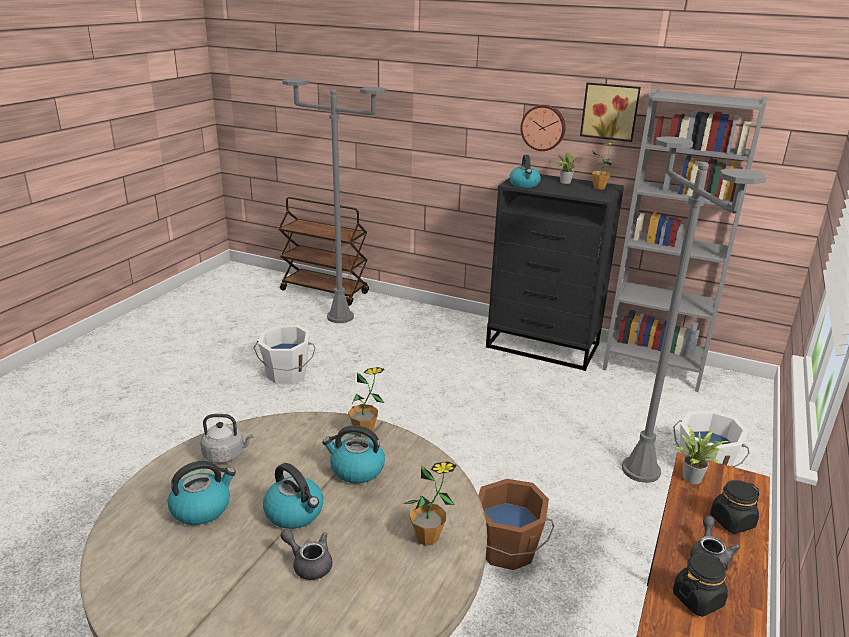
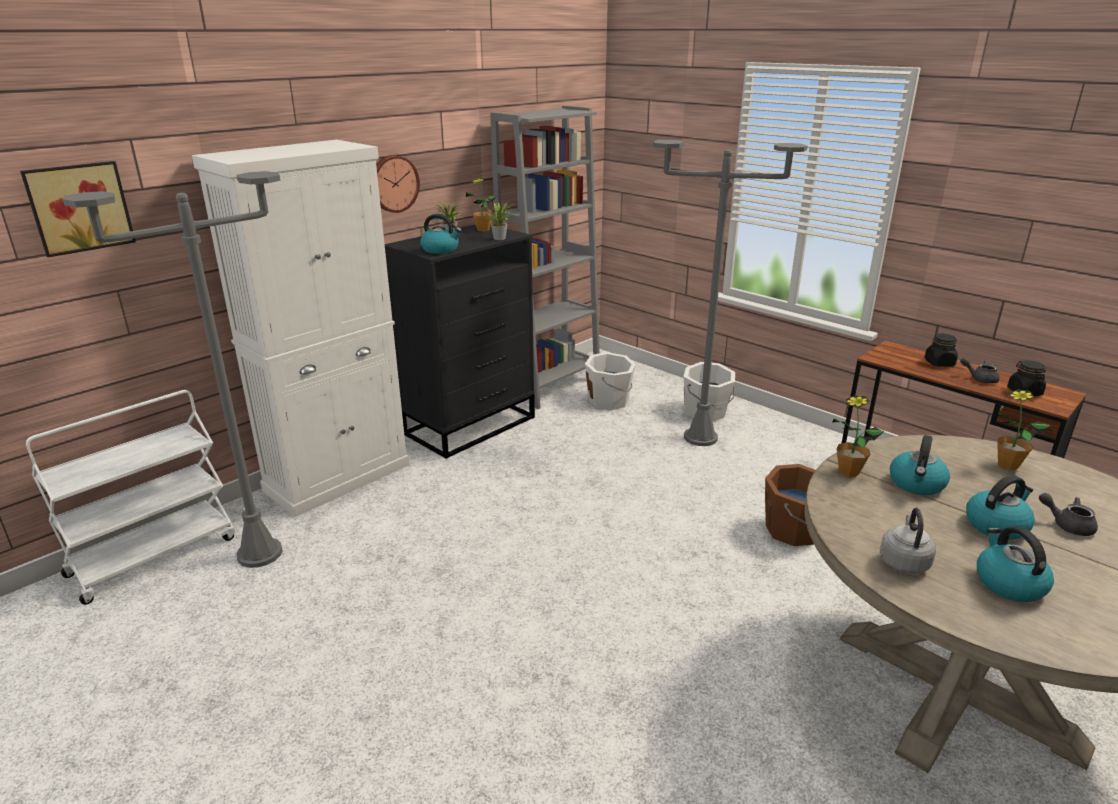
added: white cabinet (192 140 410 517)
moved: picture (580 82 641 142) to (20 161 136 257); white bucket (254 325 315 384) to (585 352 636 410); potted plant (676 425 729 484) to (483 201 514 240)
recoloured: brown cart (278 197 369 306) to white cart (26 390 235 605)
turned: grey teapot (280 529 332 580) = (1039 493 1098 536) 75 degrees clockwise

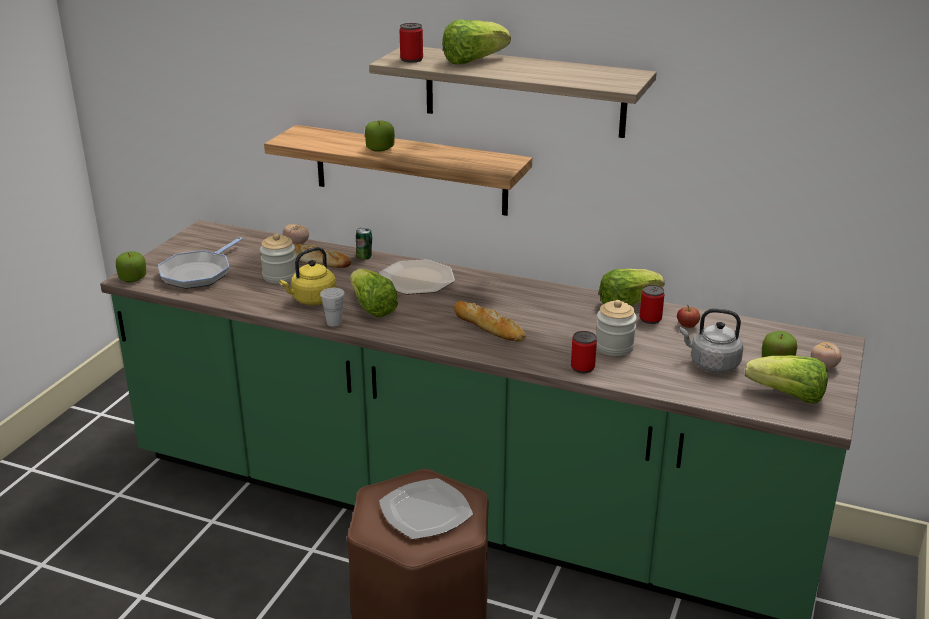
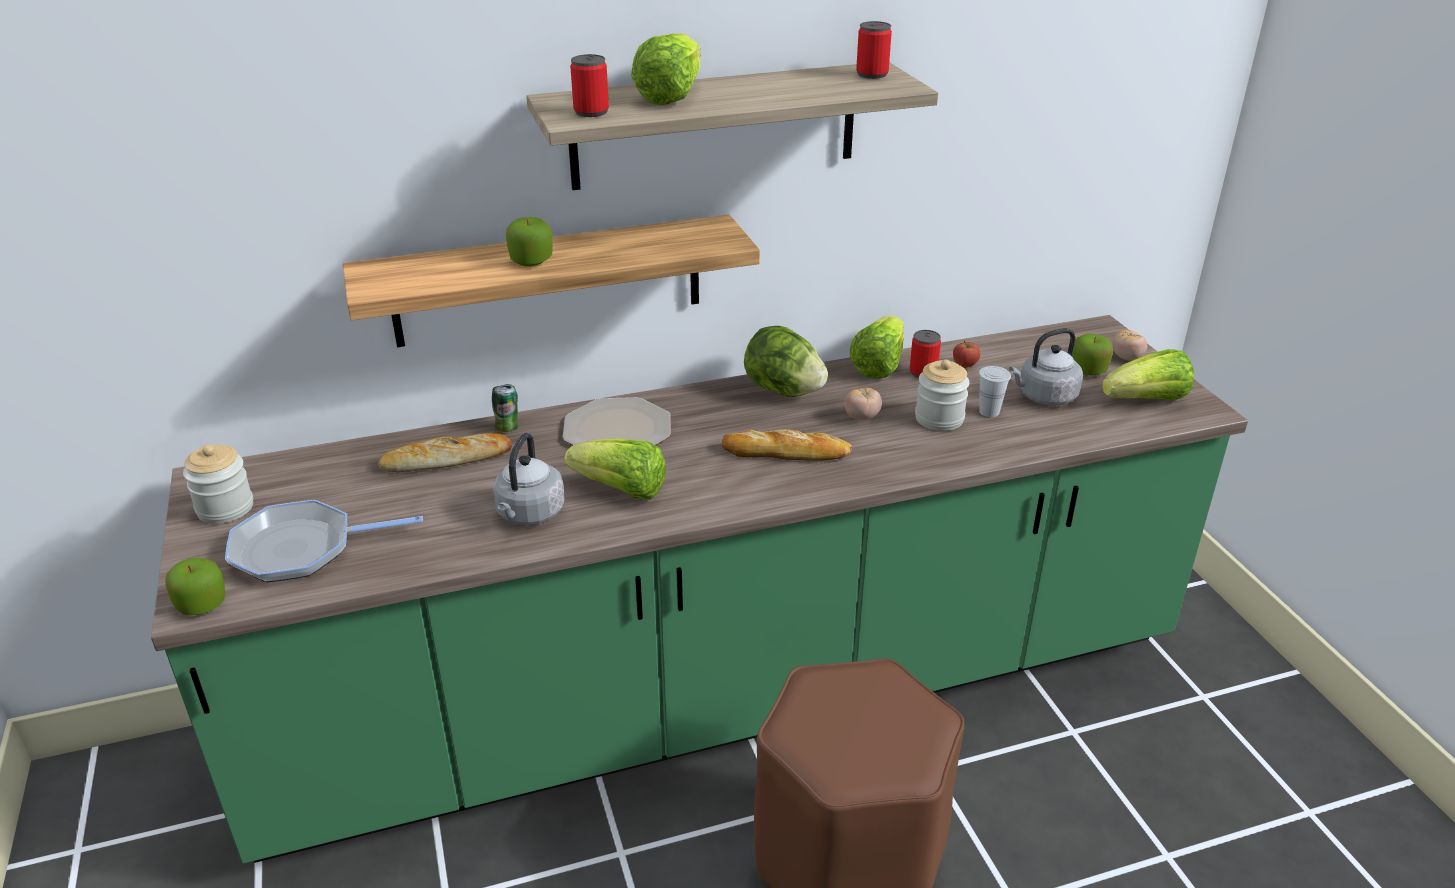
removed: plate (379 478 473 539)
added: lettuce (744 326 828 397)
moved: tomato (283 224 309 244) to (844 388 882 420); jar (260 233 296 284) to (183 444 253 524); white cup (320 288 345 327) to (978 366 1011 417); can (571 331 597 373) to (856 21 892 79)
recoloured: yellow kettle (279 247 336 305) to grey kettle (493 433 565 525)
turned: frying pan (158 237 242 289) = (225 500 423 583) 90 degrees clockwise

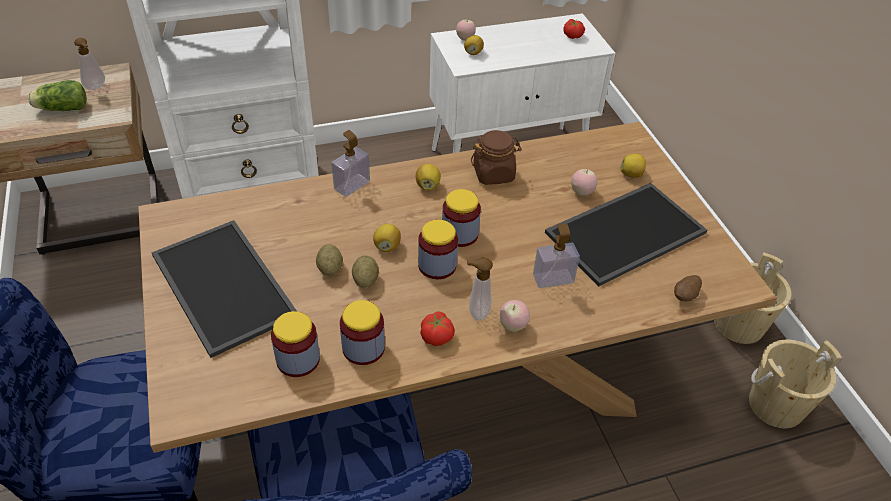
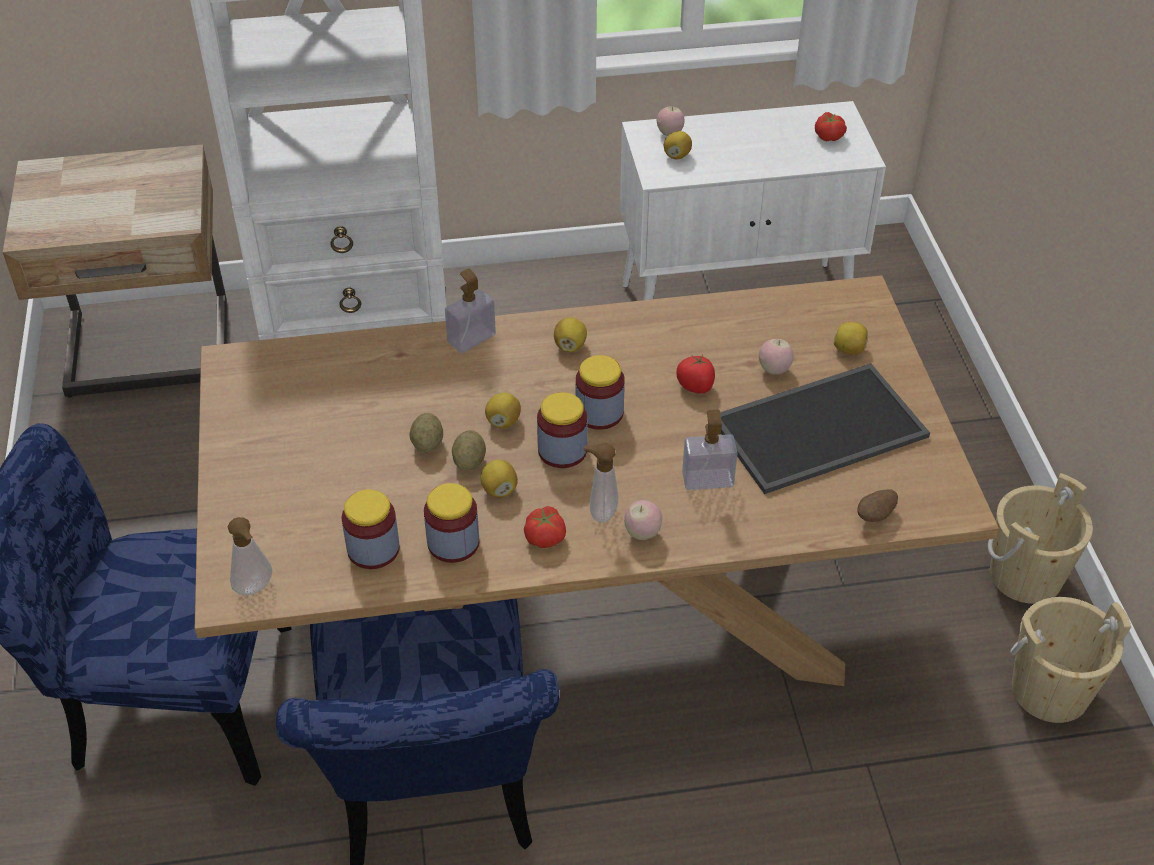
removed: lettuce (28 80 87 111); brown jar (471 130 522 185); tray (152 220 297 358)
added: tomato (676 355 715 394); lemon (481 460 518 497)
moved: soap dispenser (74 38 105 90) to (228 517 273 595)

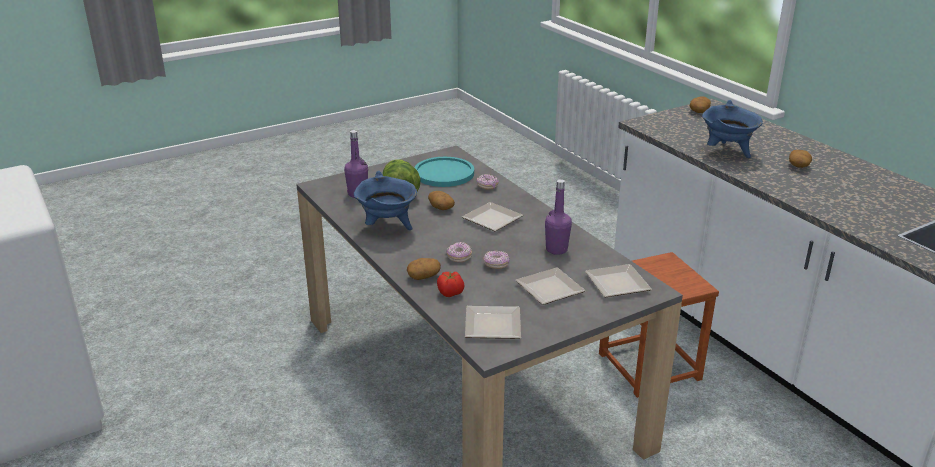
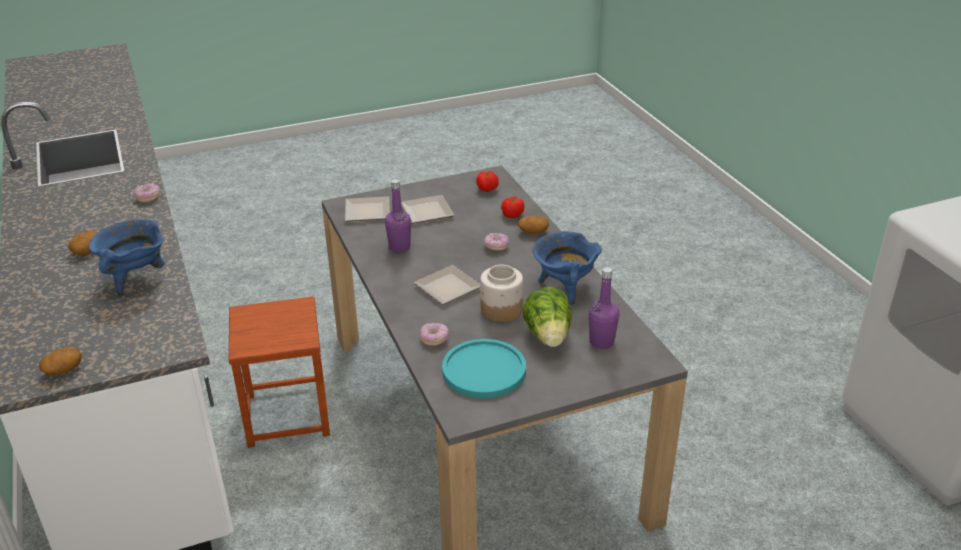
moved: donut (484 251 509 269) to (134 183 160 203)
replaced: potato (428 191 455 210) to jar (480 265 523 322); plate (465 306 521 339) to tomato (476 171 499 192)

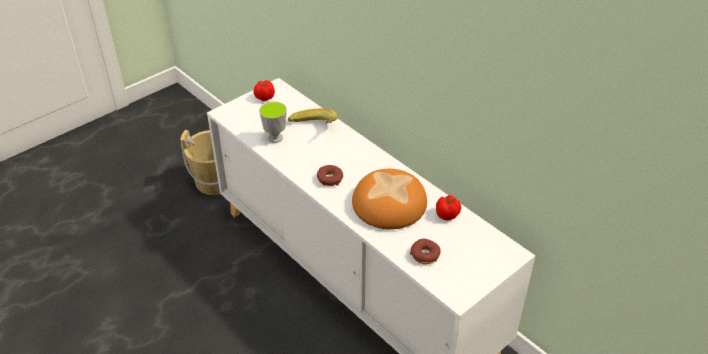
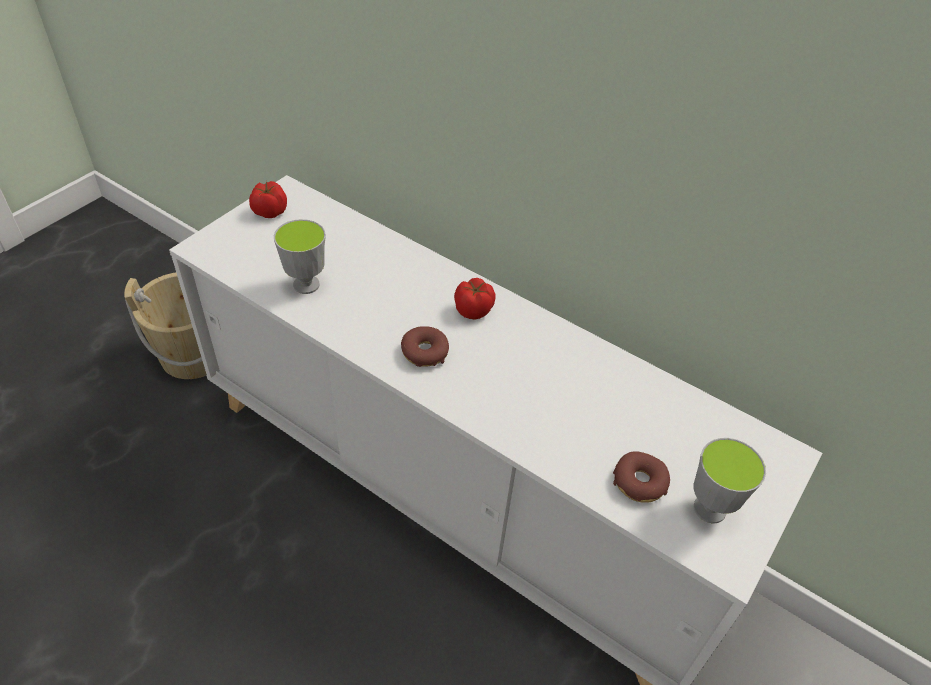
removed: banana (288 109 338 124); bread (352 169 427 229)
added: cup (694 438 766 523)
moved: tomato (436 195 461 221) to (454 278 496 320)

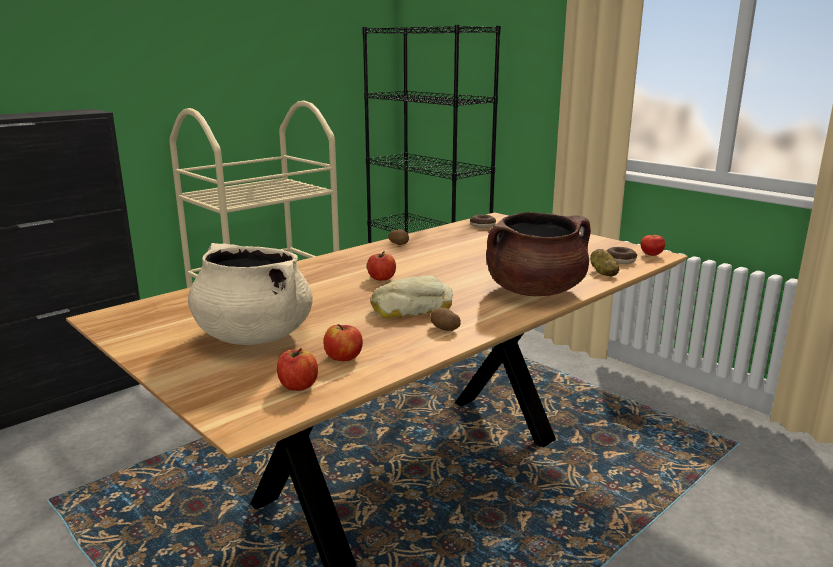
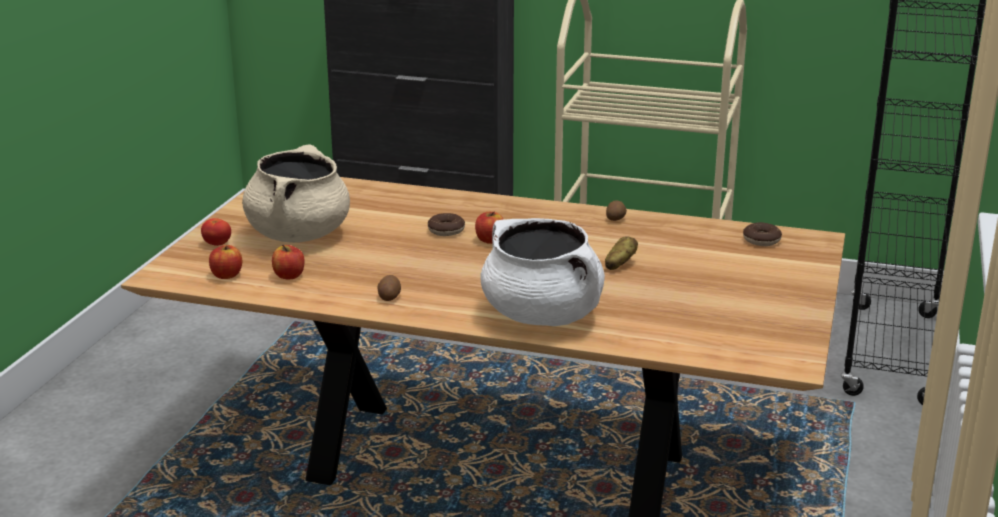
removed: bread (371 276 453 318)
moved: tomato (640 235 665 256) to (201 218 231 246); donut (606 247 637 264) to (428 213 465 236); potato (590 249 619 277) to (605 237 638 270)
recoloured: brown cooking pot (486 212 591 296) to white cooking pot (480 218 605 326)

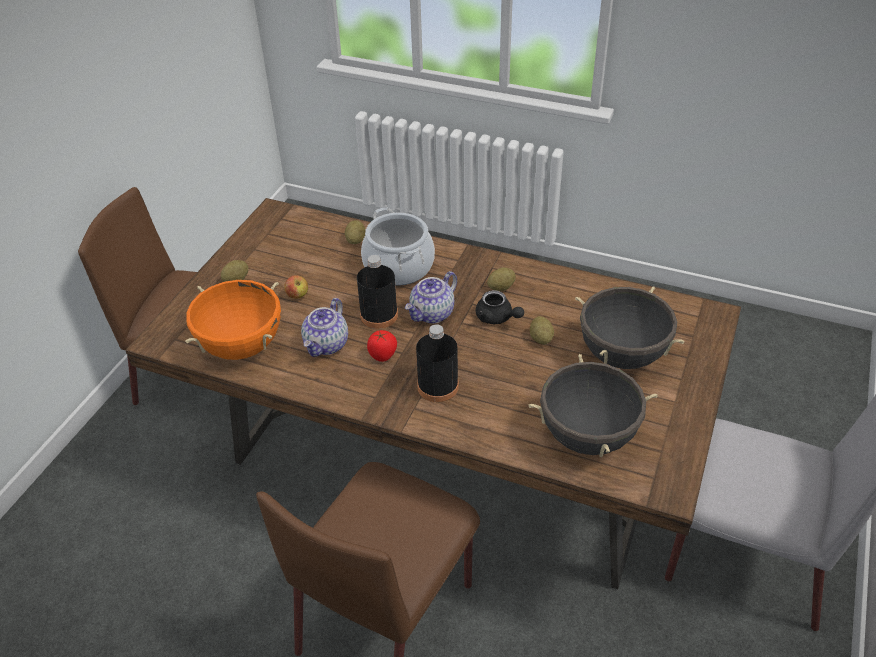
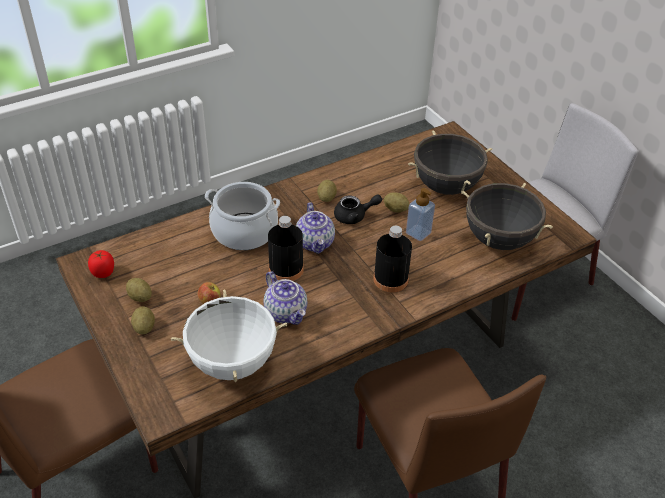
added: soap dispenser (406 188 435 241)
moved: potato (345 220 366 244) to (126 278 152 302); tomato (367 330 397 362) to (88 250 114 278)
recoloured: orange cooking pot (185 280 281 360) to white cooking pot (171 289 287 382)

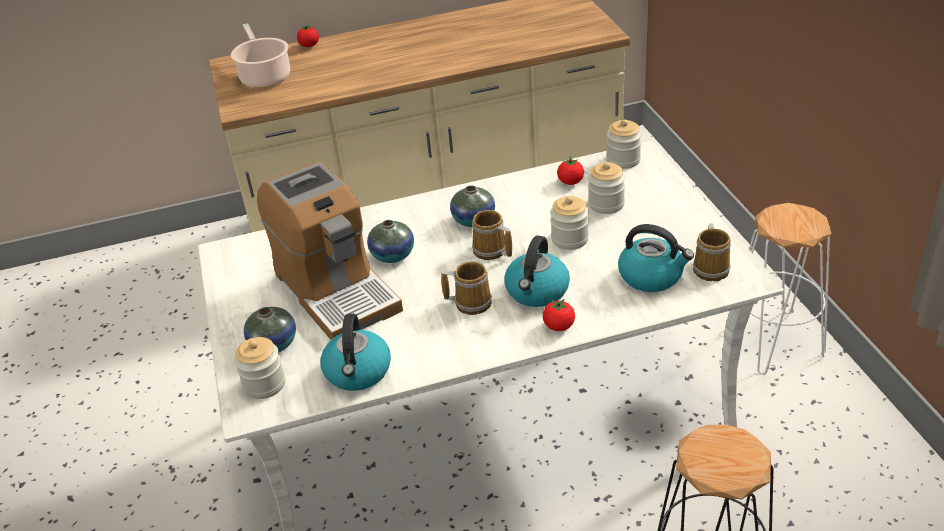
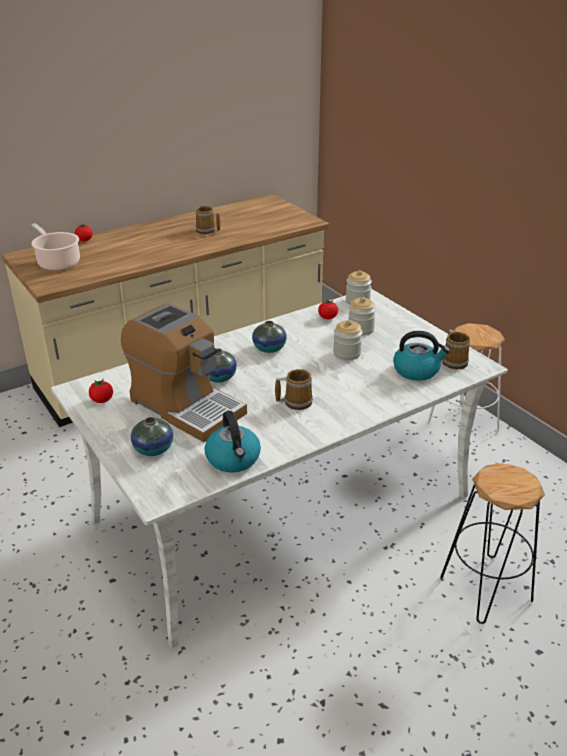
removed: kettle (504 235 570 307); jar (234 337 285 399)
moved: mug (472 210 512 260) to (195 206 220 234); tomato (543 299 575 331) to (89 379 113 403)

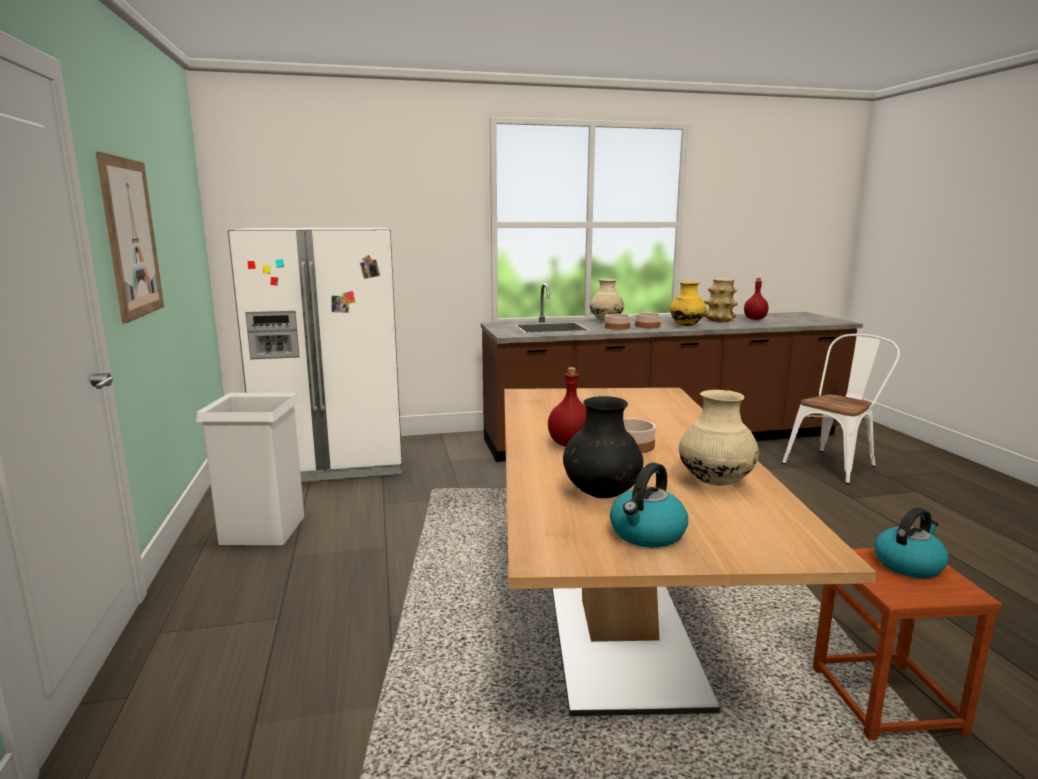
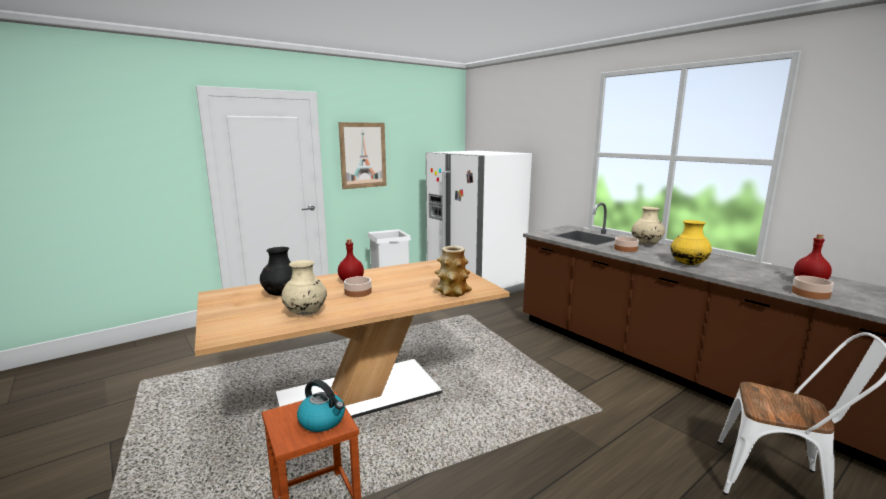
removed: kettle (610 463 688 548)
moved: vase (704 278 738 322) to (435 246 472 297); bowl (635 313 661 328) to (792 276 834 300)

